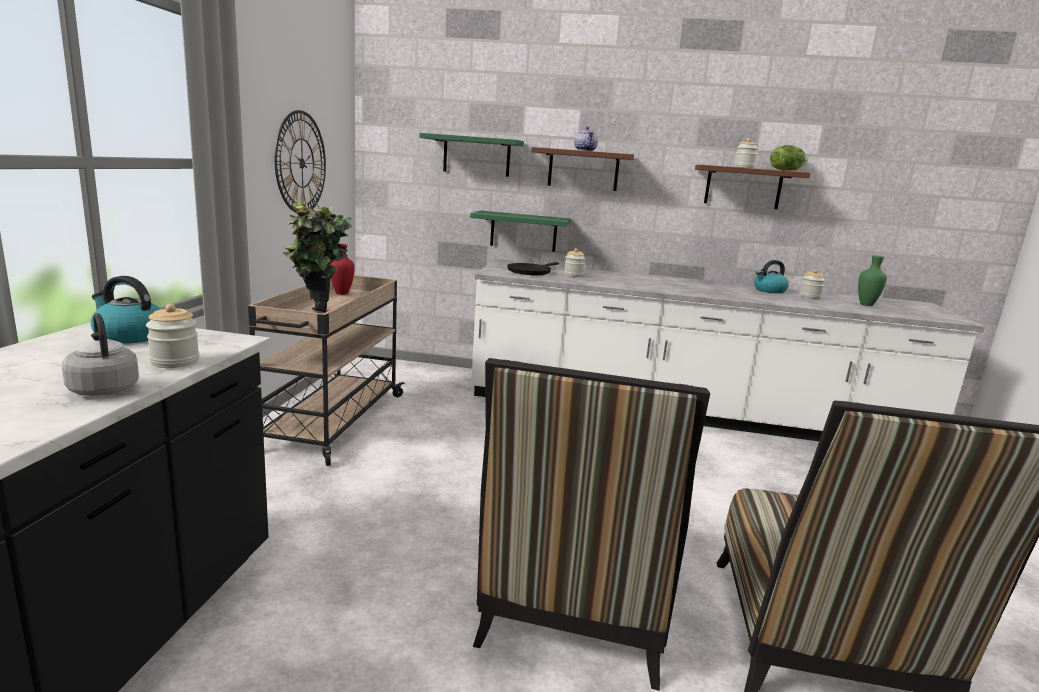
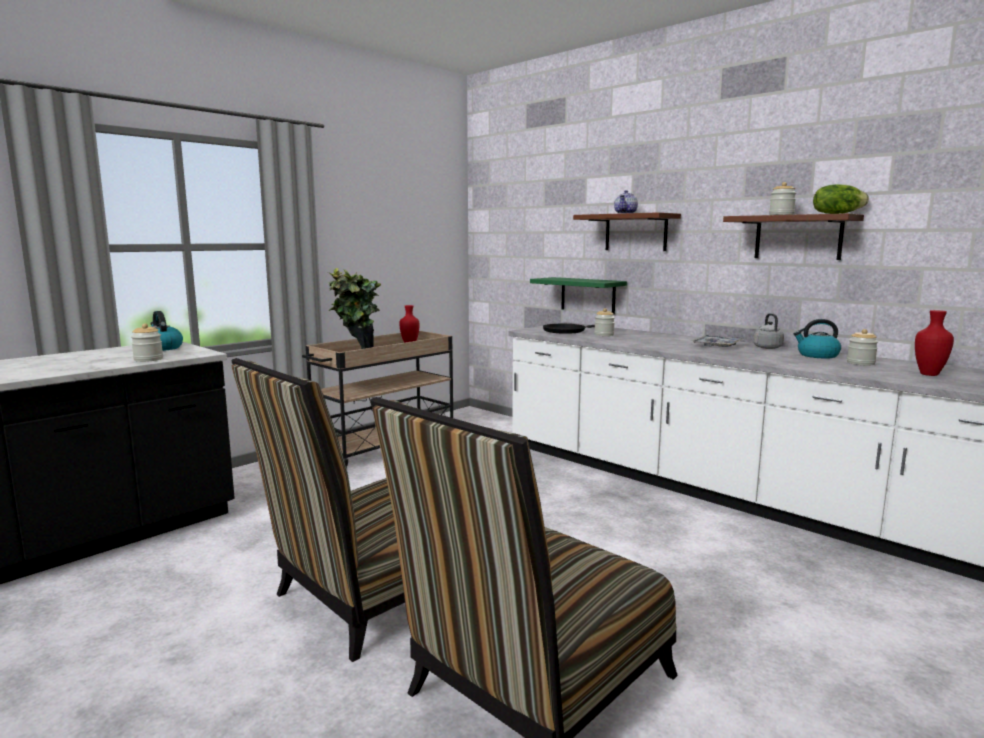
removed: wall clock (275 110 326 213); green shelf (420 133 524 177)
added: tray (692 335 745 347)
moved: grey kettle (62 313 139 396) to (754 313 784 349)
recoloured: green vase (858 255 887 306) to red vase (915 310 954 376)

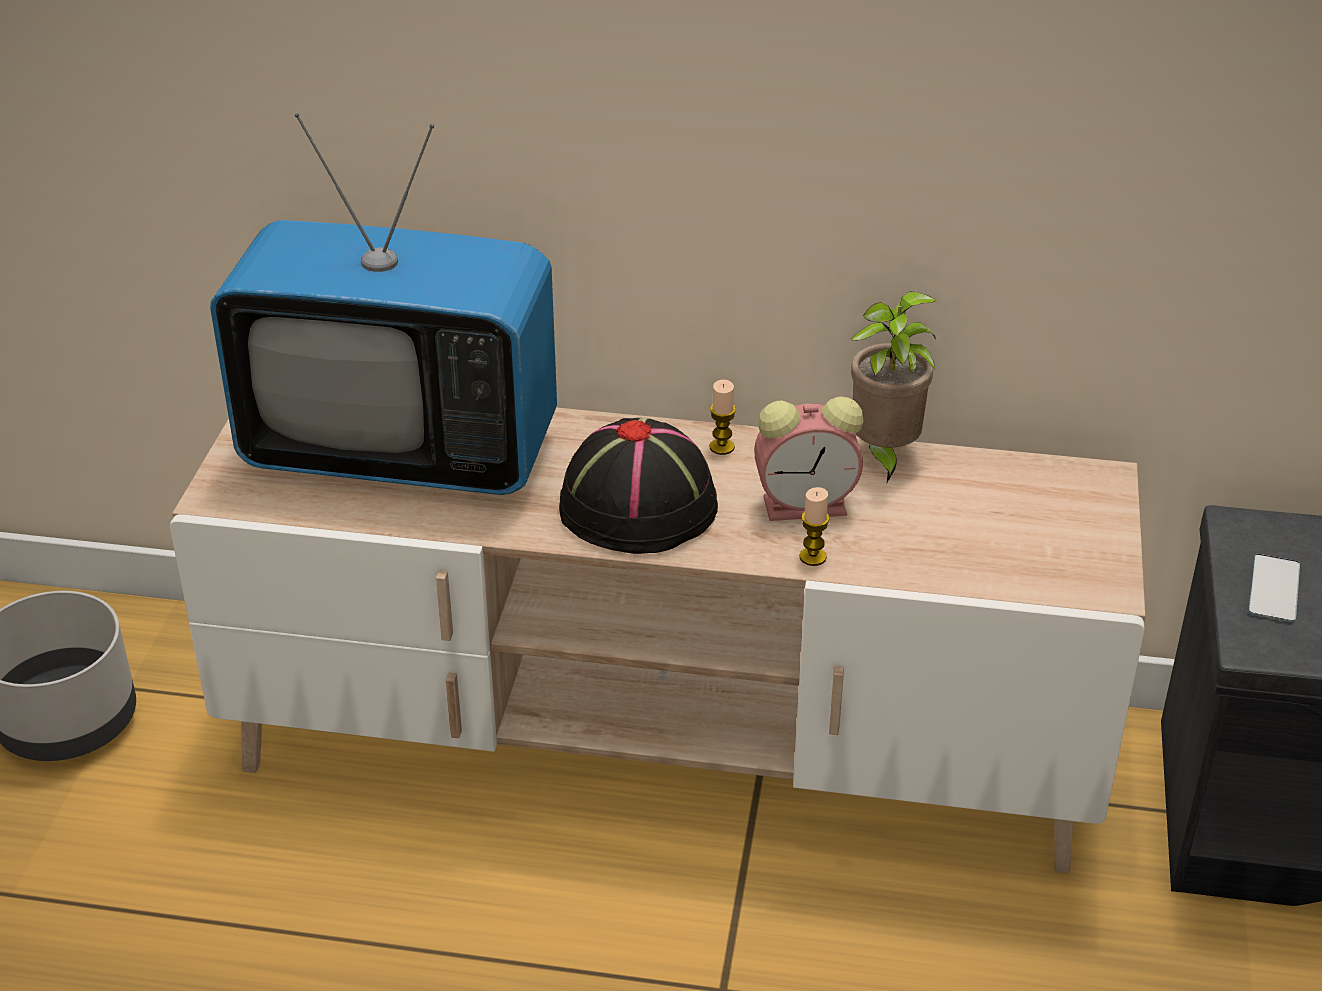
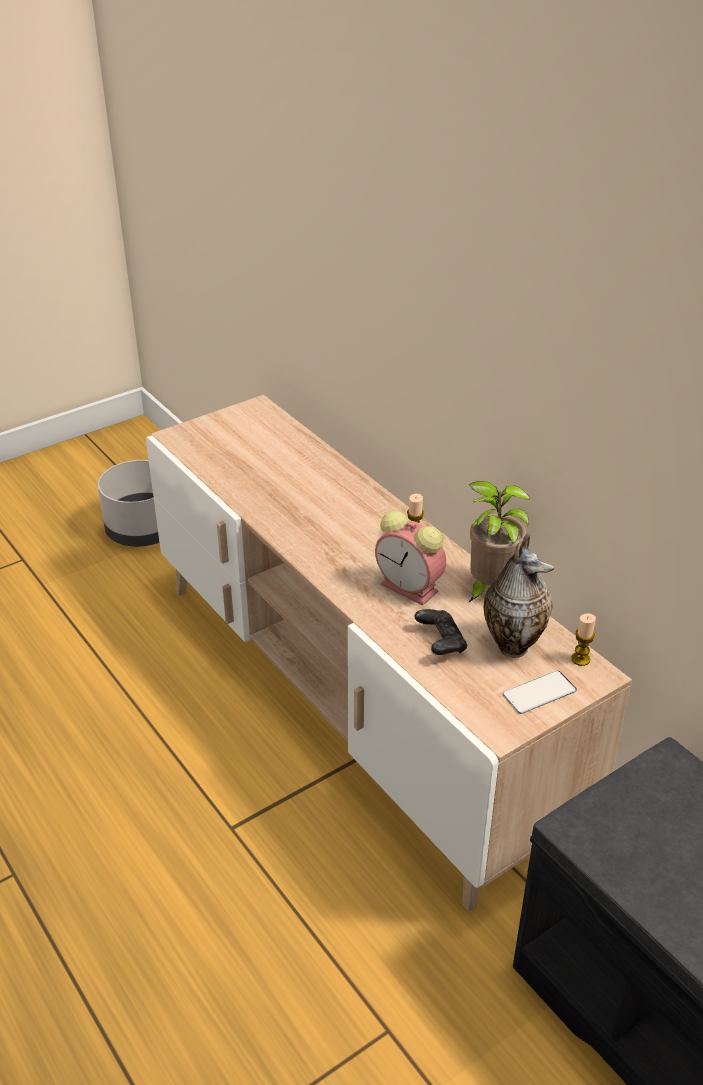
removed: television (210 113 557 495); black hat (559 418 718 554)
added: vase (484 534 554 658); black game controller (414 609 467 655)
moved: candle (799 487 830 566) to (571 613 596 666); phone (1249 554 1300 622) to (503 671 577 714)

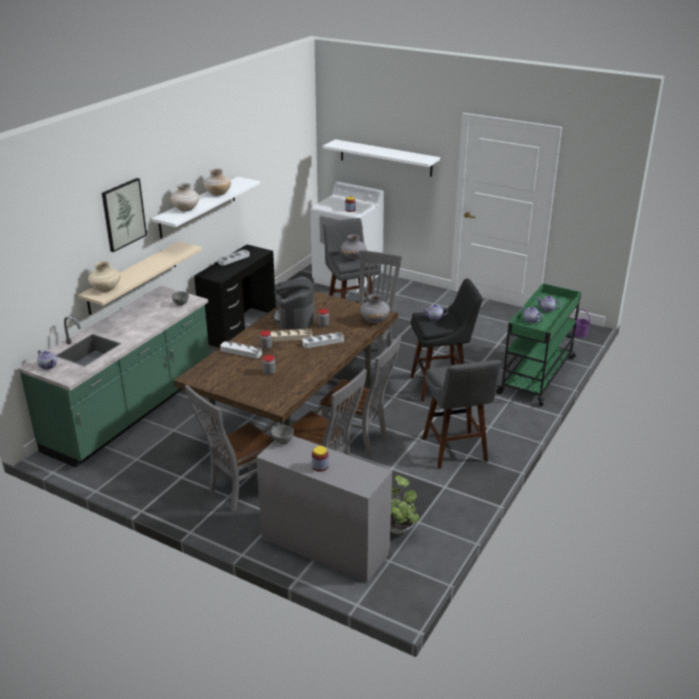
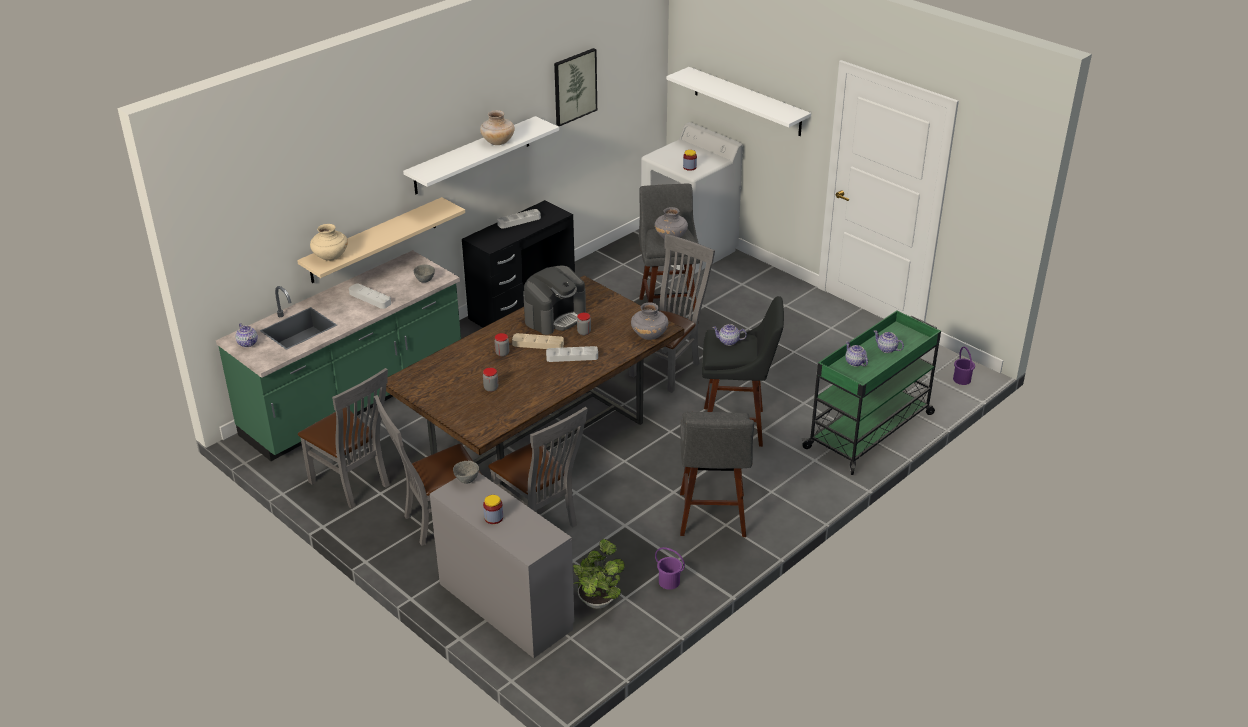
removed: beige vase (170 183 199 212)
added: purple bucket (655 547 685 590)
moved: picture (102 178 147 252) to (554 48 597 126); grey chair (320 334 402 457) to (298 368 390 509); grey tray (220 341 262 358) to (349 283 391 309)
turned: coffee machine (274 277 315 329) = (524 266 586 335) 150 degrees counterclockwise

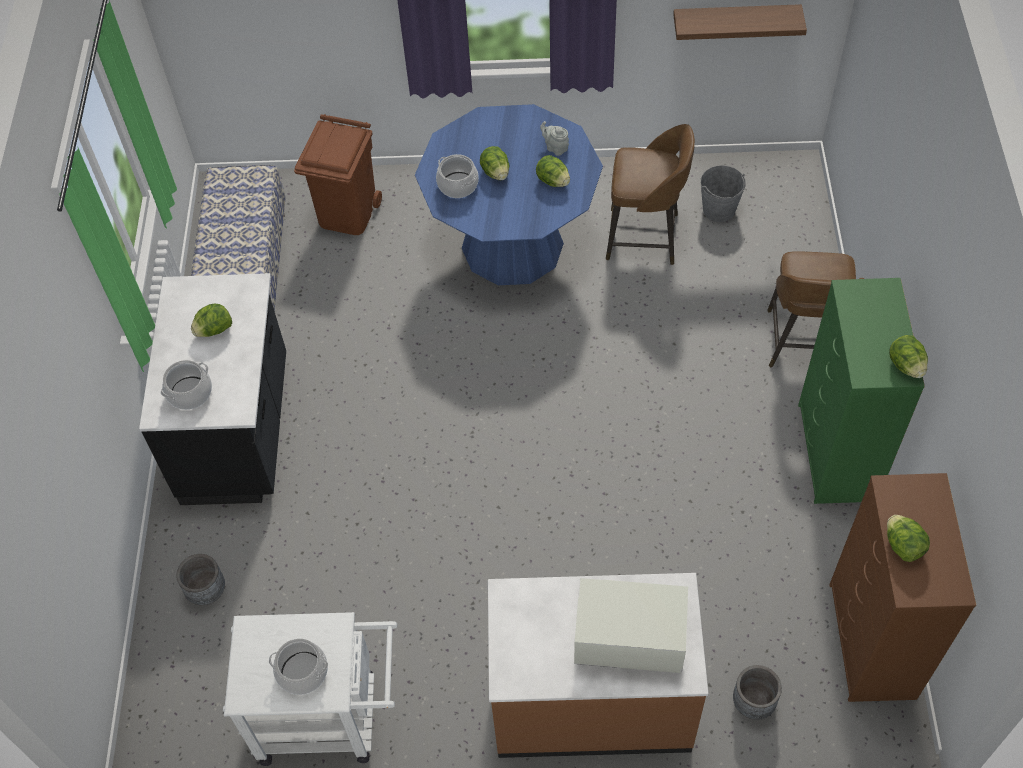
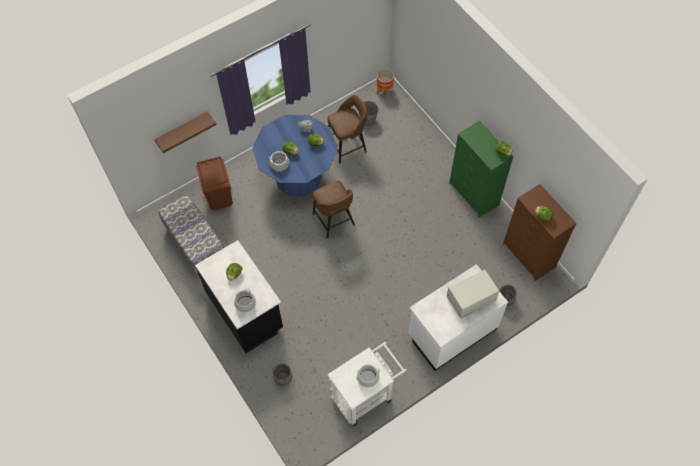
added: planter (377 69 394 97)
moved: shelf (673 4 807 40) to (154 111 217 153); brown stool (767 251 864 367) to (313 181 355 239)
recoloured: brown counter (488 573 709 758) to white counter (409 264 508 371)

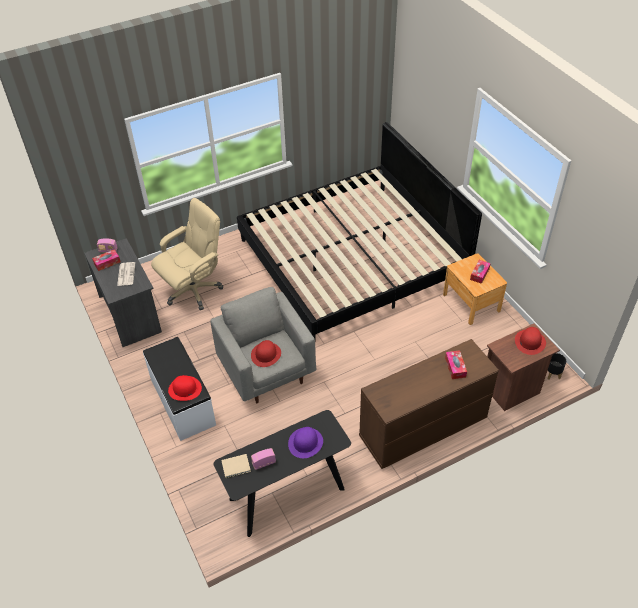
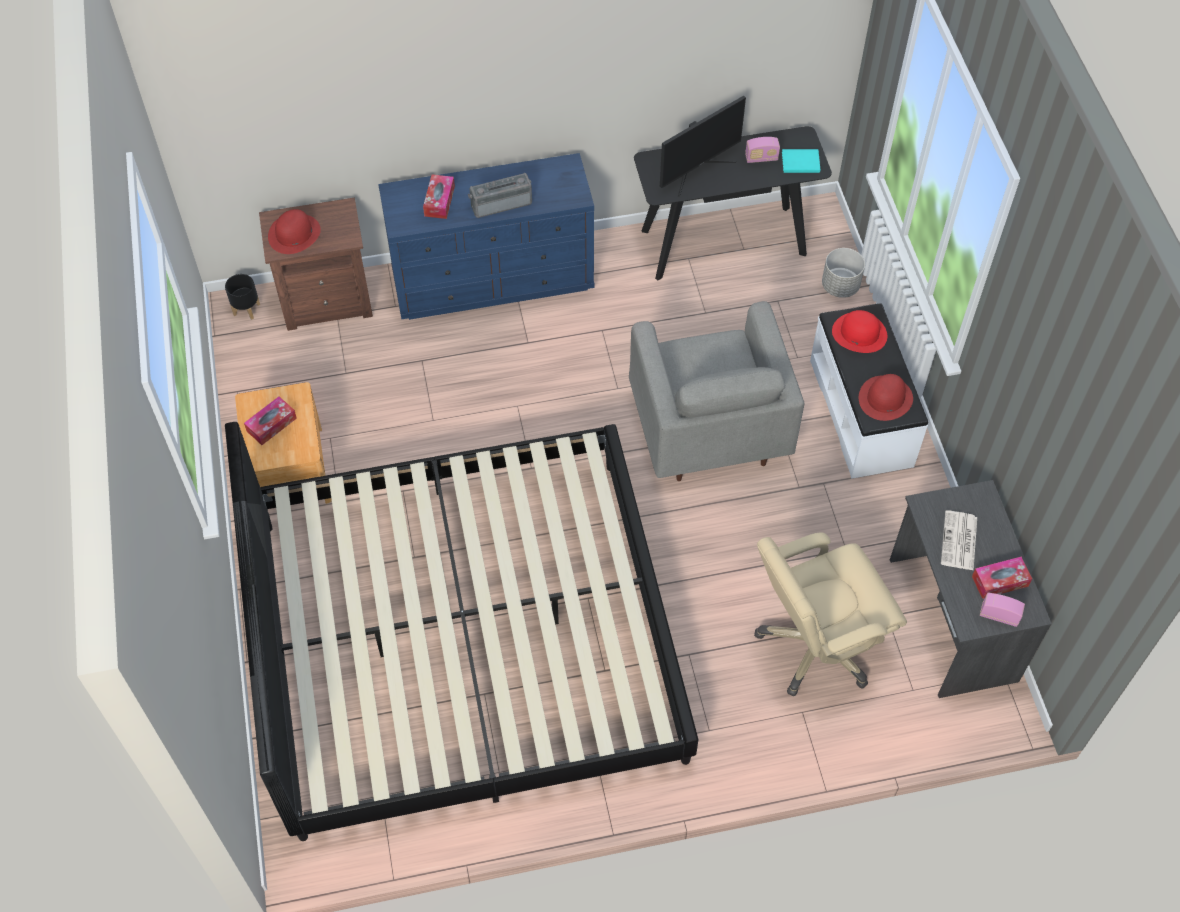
added: radio (468 173 532 218); grey planter (822 248 865 298)
moved: red hat (251 340 281 367) to (859 374 913 421)
replaced: purple hat (288 427 323 458) to monitor (660 96 746 196)
recoloured: brown dresser (359 339 499 469) to blue dresser (378 153 595 320); beige book (221 454 251 478) to turquoise book (782 149 820 173)

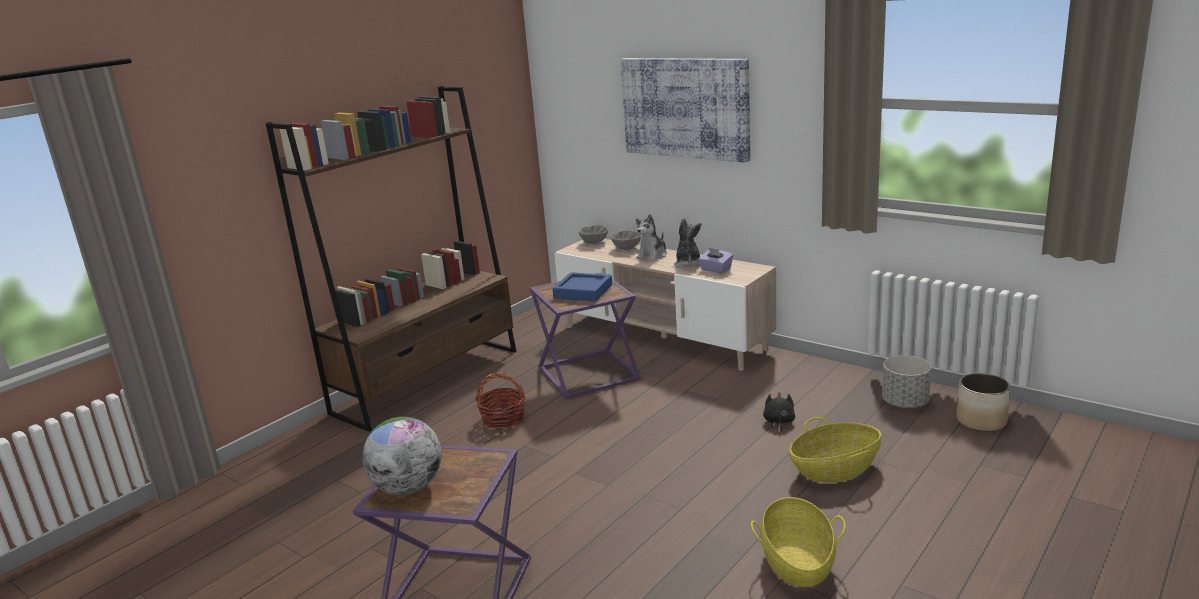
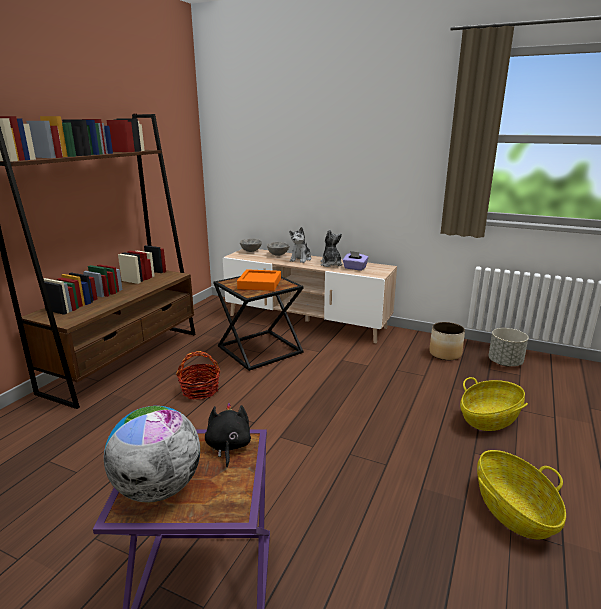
removed: picture (620 58 750 163)
moved: planter (956 373 1011 431) to (429 322 465 360); black plush toy (763 392 795 432) to (205 403 251 468)
recoloured: purple side table (530 272 641 399) to black side table (213 276 304 371); blue tray (552 272 612 302) to orange tray (237 269 281 291)

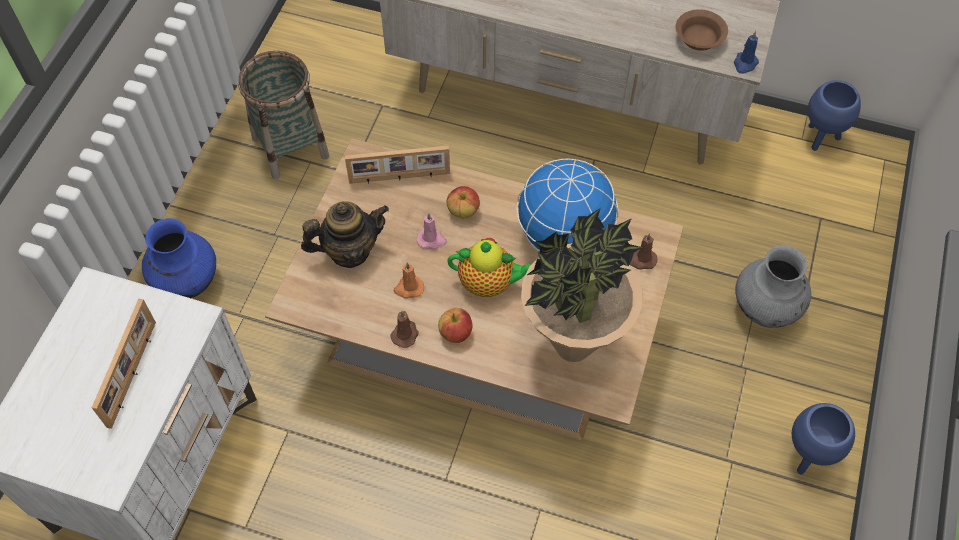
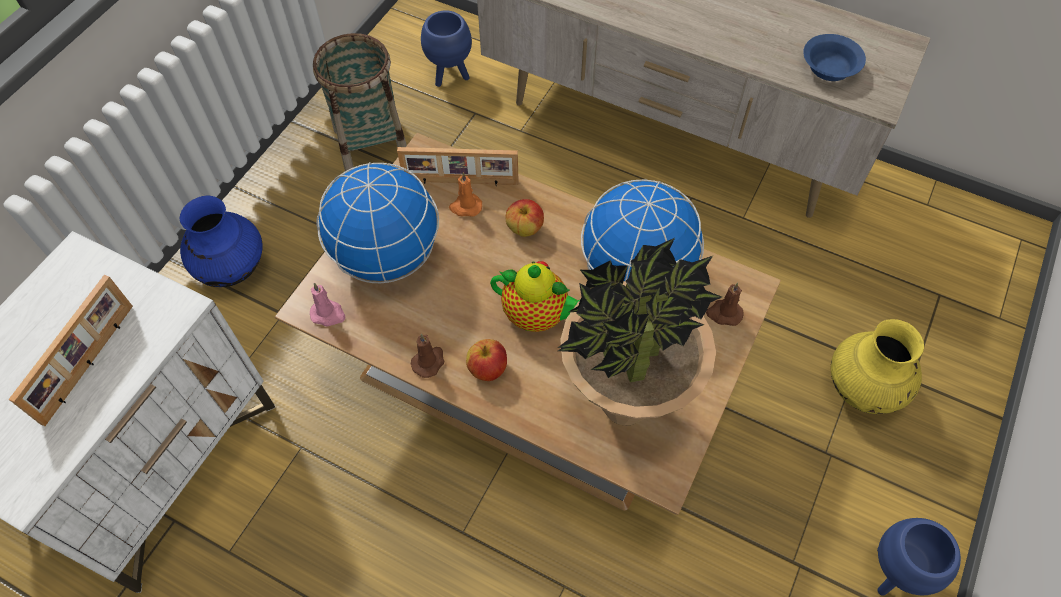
removed: blue candle (734 31 759 74)
moved: blue planter (808 80 861 151) to (421 10 472 87); pink candle (417 213 447 250) to (310 283 346 326); orange candle (394 262 424 299) to (449 172 482 217)
replaced: teapot (301 201 389 268) to globe (316 162 439 283)
recoloured: brown bowl (676 9 728 51) to blue bowl (803 34 866 81); grey vase (735 245 811 328) to yellow vase (831 319 924 414)

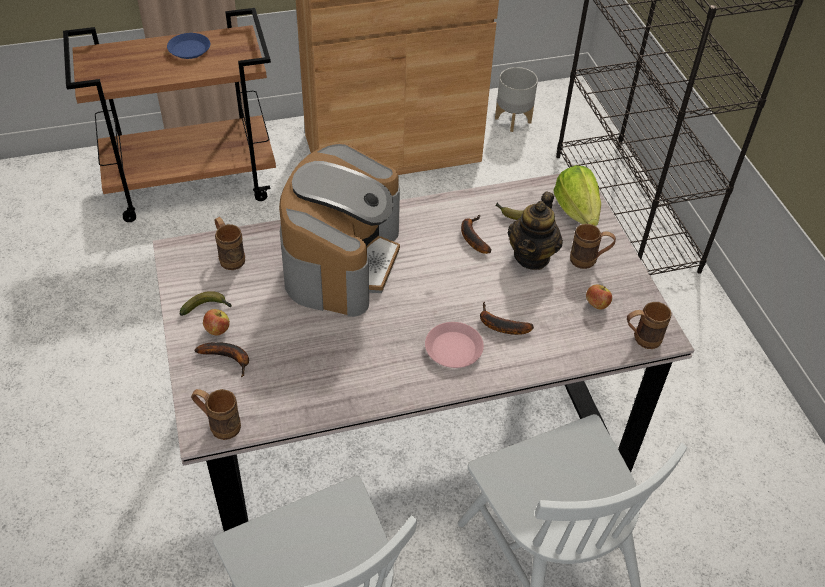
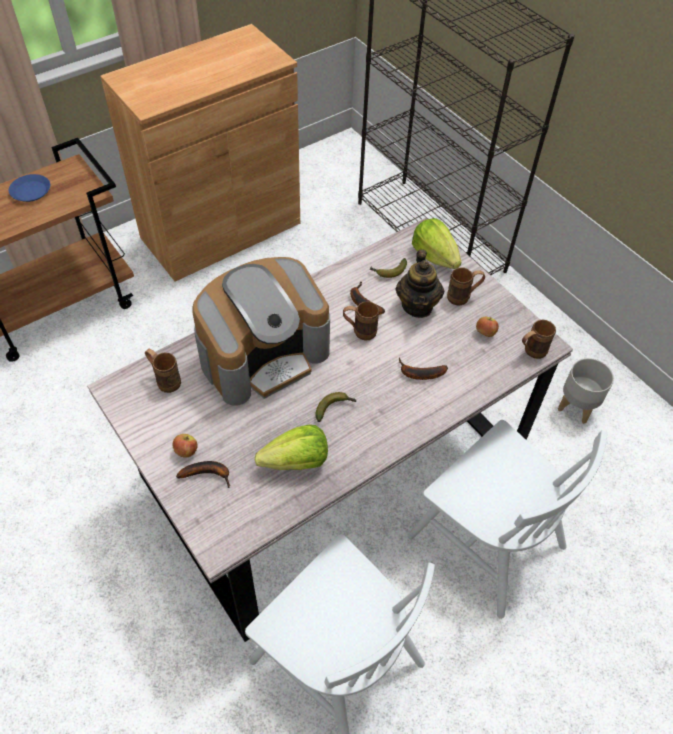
removed: pink plate (425 322 484 368)
added: lettuce (255 425 328 470)
moved: grey planter (495 67 538 132) to (558 358 614 424); banana (180 291 232 316) to (315 392 357 422); brown mug (191 389 241 440) to (343 301 379 341)
turned: coffee machine (279 143 400 317) = (192 257 330 406) 60 degrees clockwise

